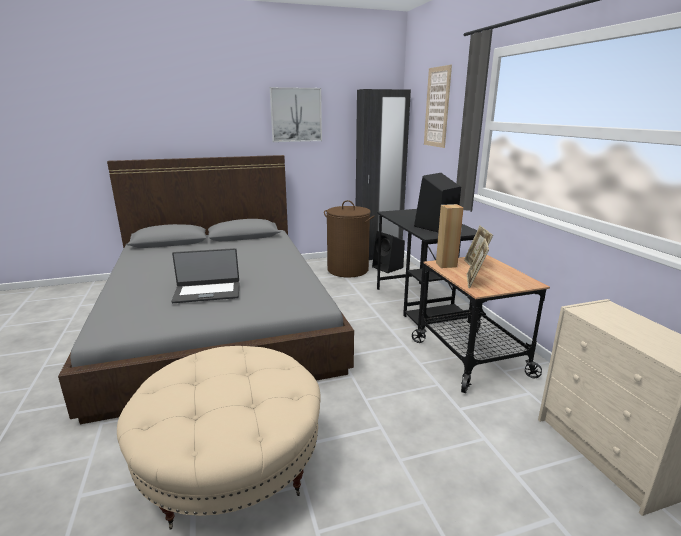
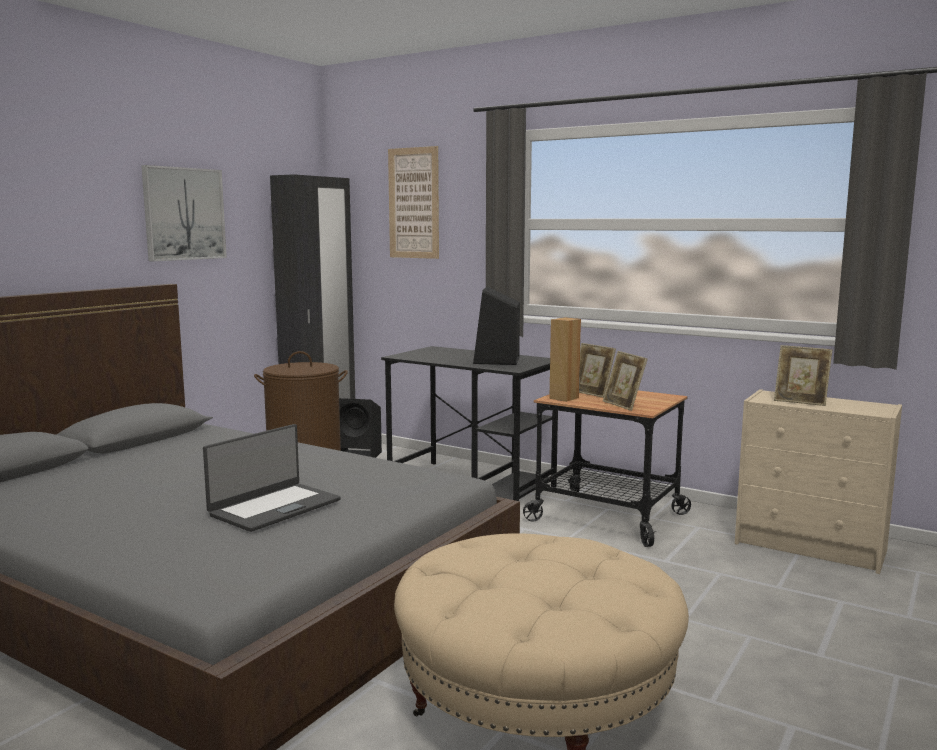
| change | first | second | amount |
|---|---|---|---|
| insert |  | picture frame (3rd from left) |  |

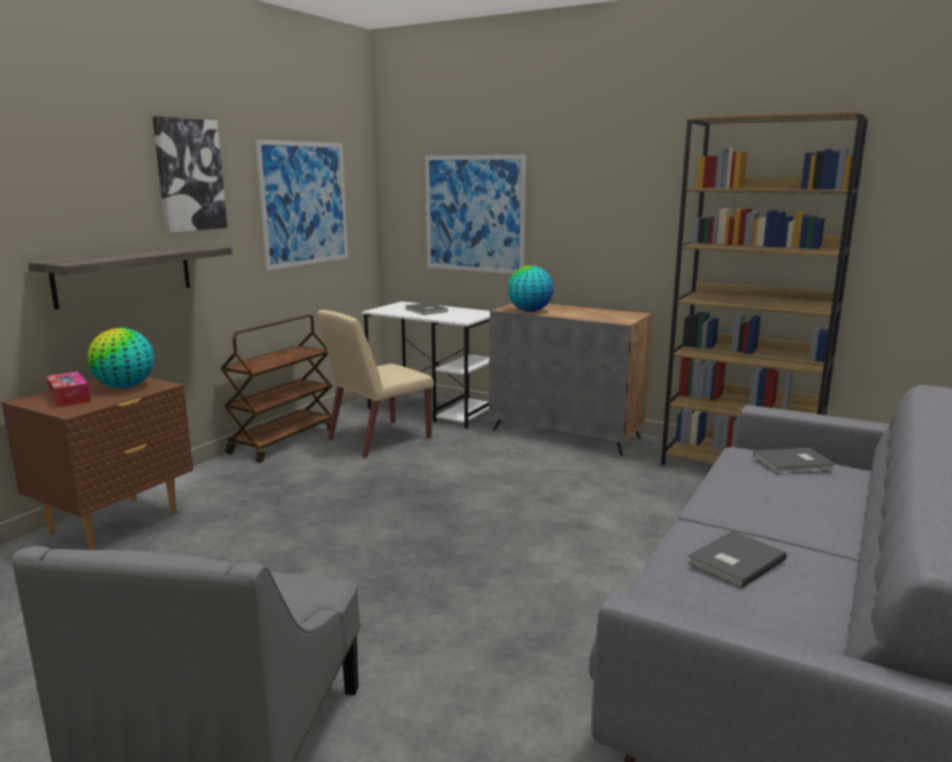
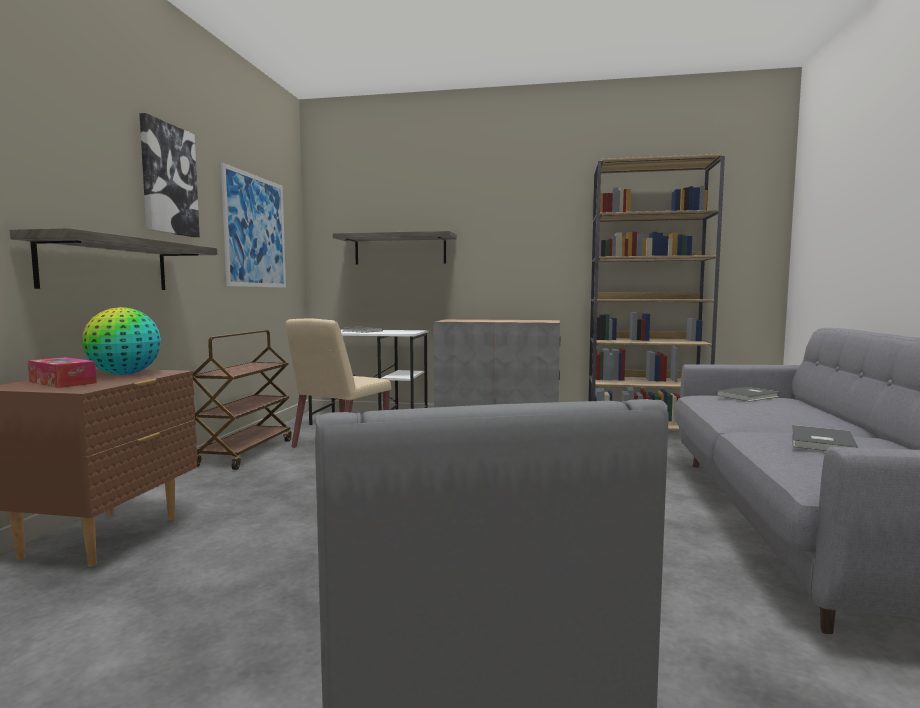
| change | first | second | amount |
|---|---|---|---|
| replace | picture (3rd from left) | shelf (2nd from left) |  |
| delete | globe (2nd from left) |  |  |

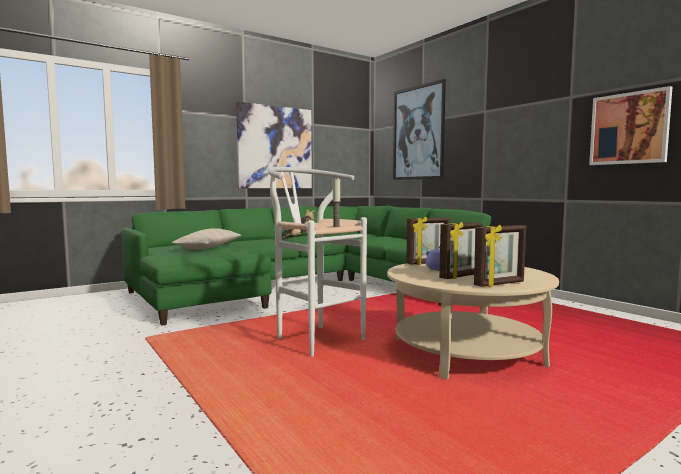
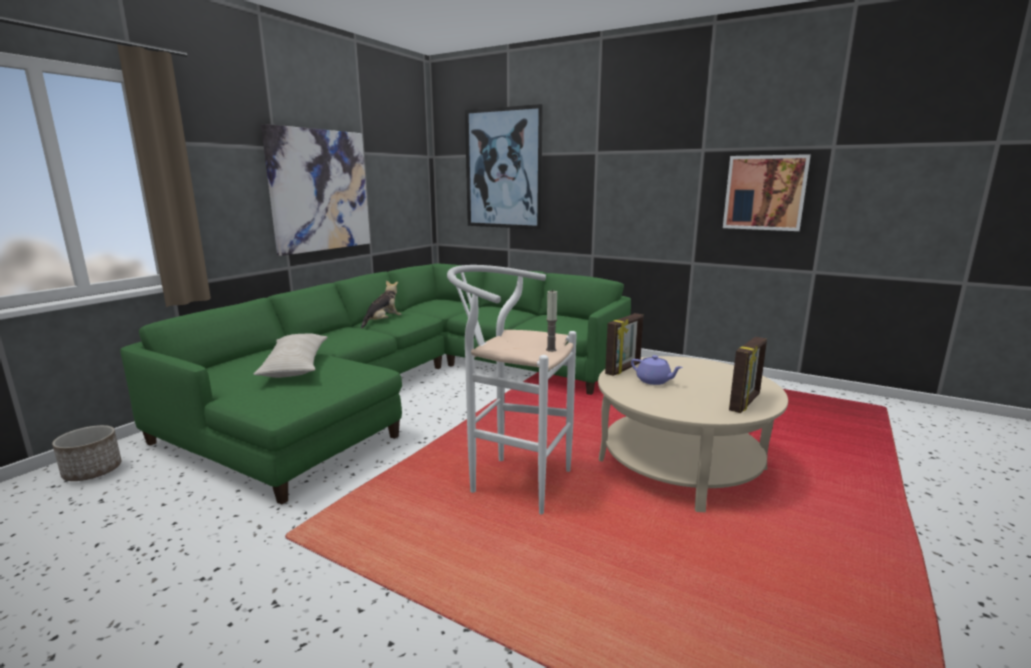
| change | first | second | amount |
|---|---|---|---|
| insert |  | planter |  |
| delete | picture frame (2nd from left) |  |  |

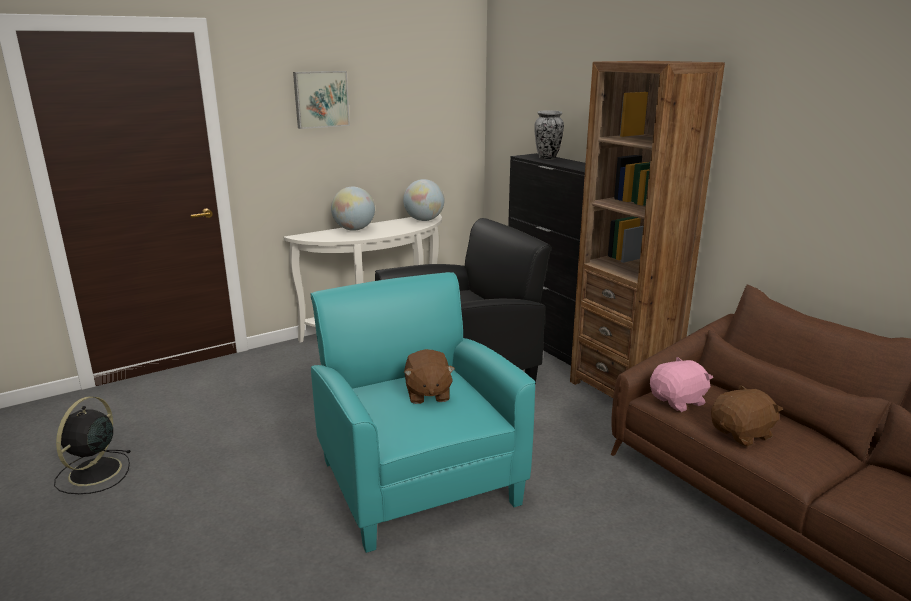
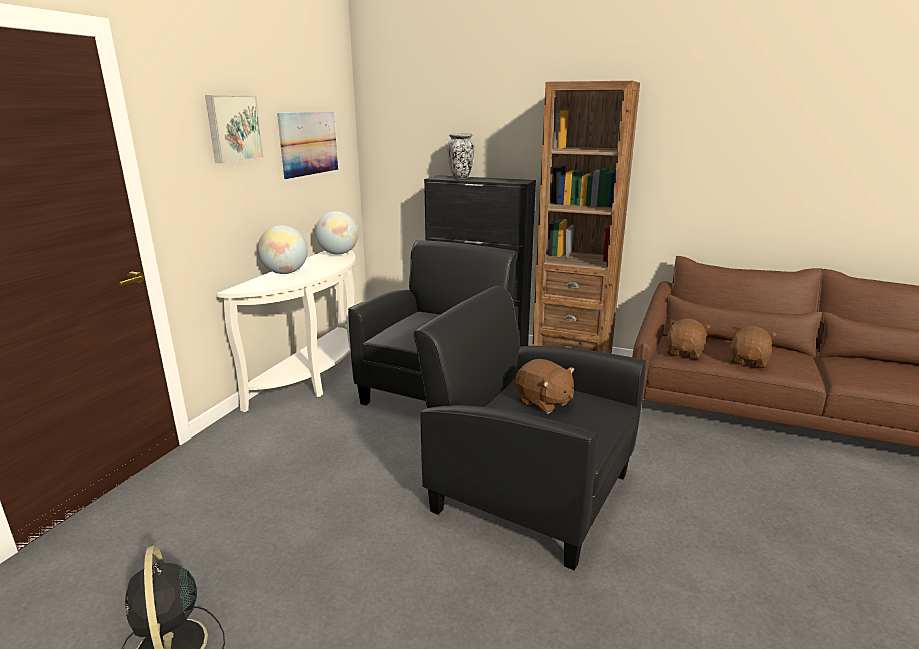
| change | first | second | amount |
|---|---|---|---|
| insert |  | picture (2nd from left) |  |
| recolor | turquoise armchair | black armchair (2nd from left) |  |
| recolor | pink plush toy | brown plush toy (2nd from left) |  |

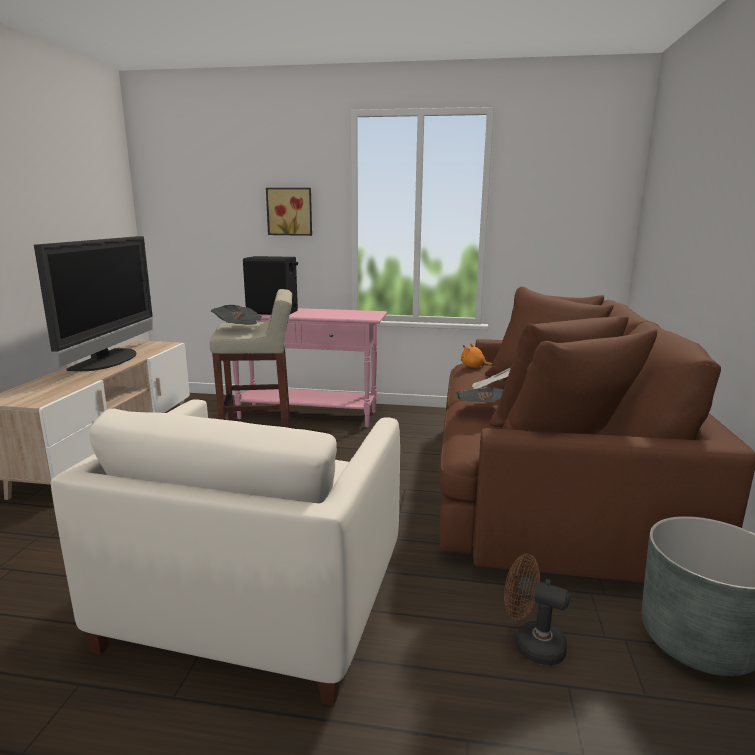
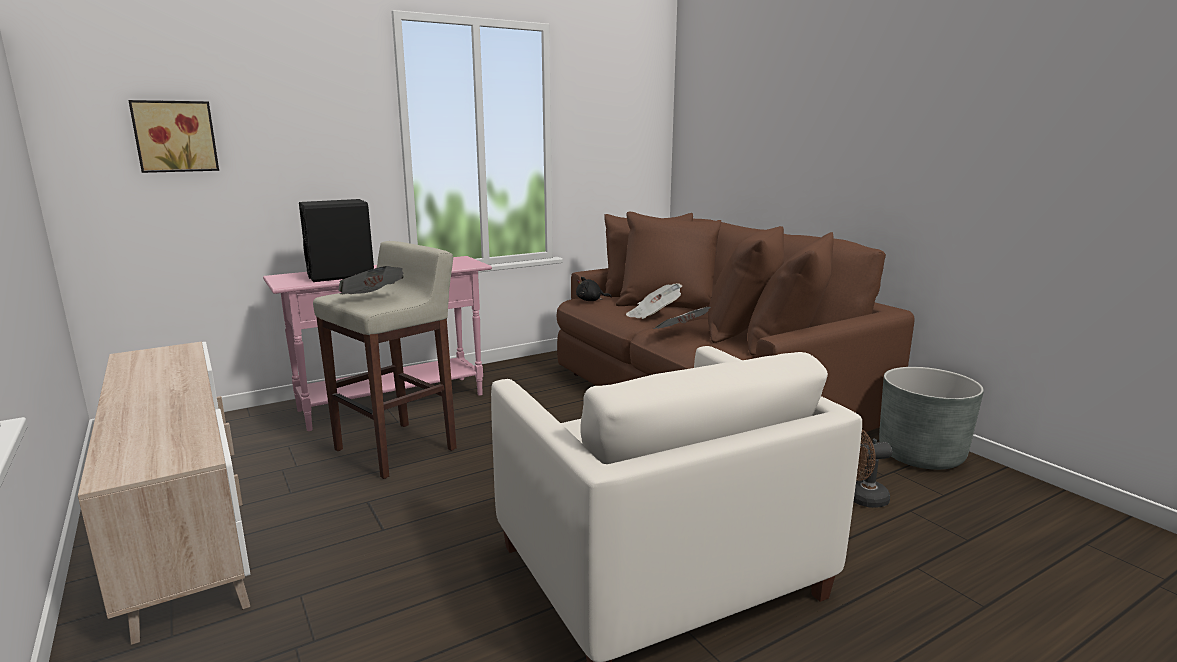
| change | first | second | amount |
|---|---|---|---|
| move | picture |  |  |
| recolor | orange plush toy | black plush toy |  |
| delete | television |  |  |

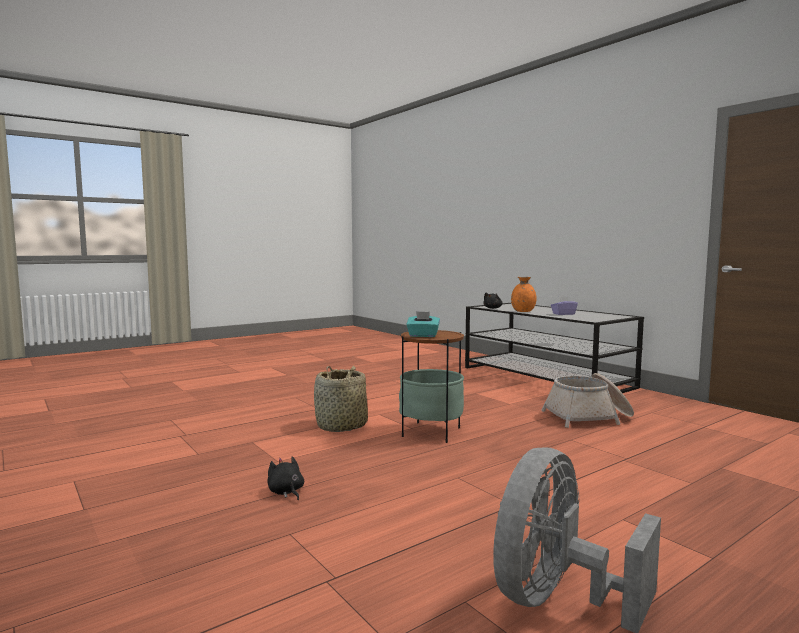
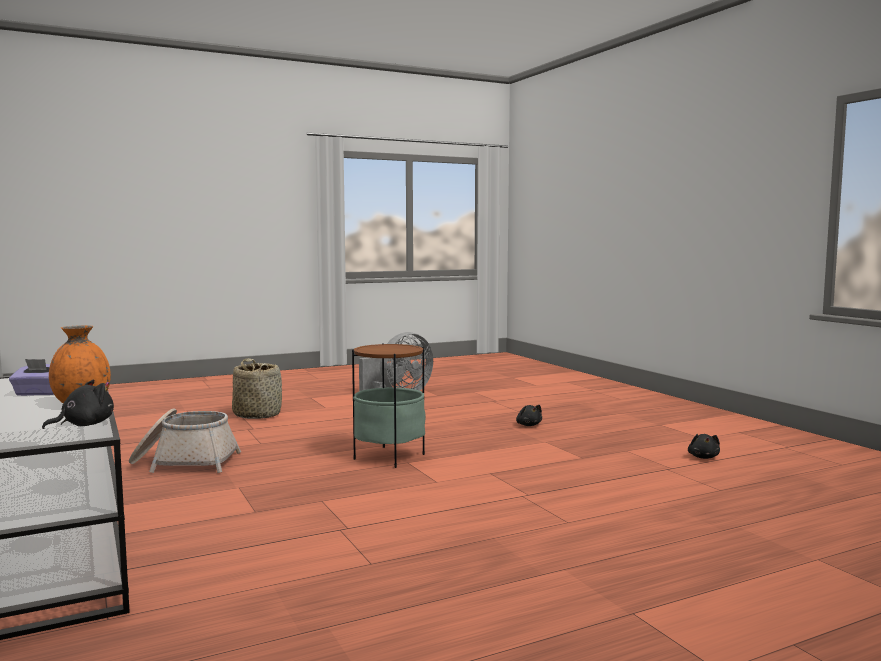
| change | first | second | amount |
|---|---|---|---|
| move | basket (1st from left in the first image) | basket (2nd from left) |  |
| insert |  | black plush toy (3rd from left) |  |
| delete | turquoise tissue box |  |  |

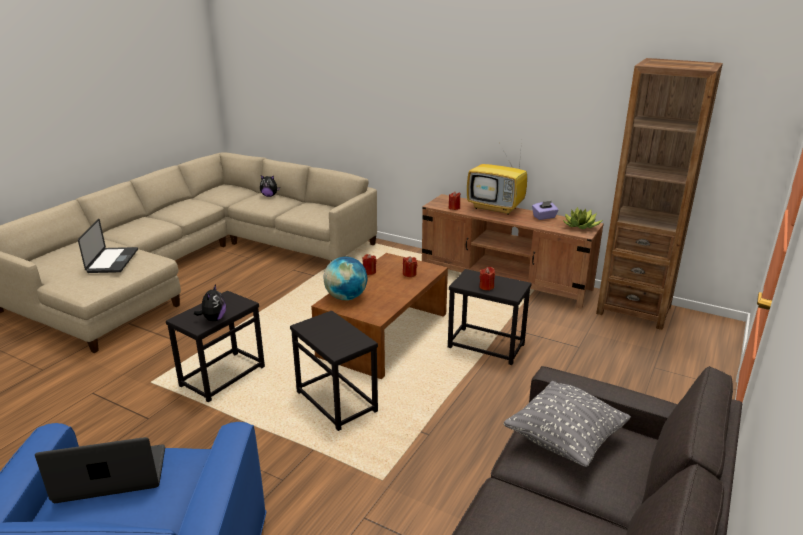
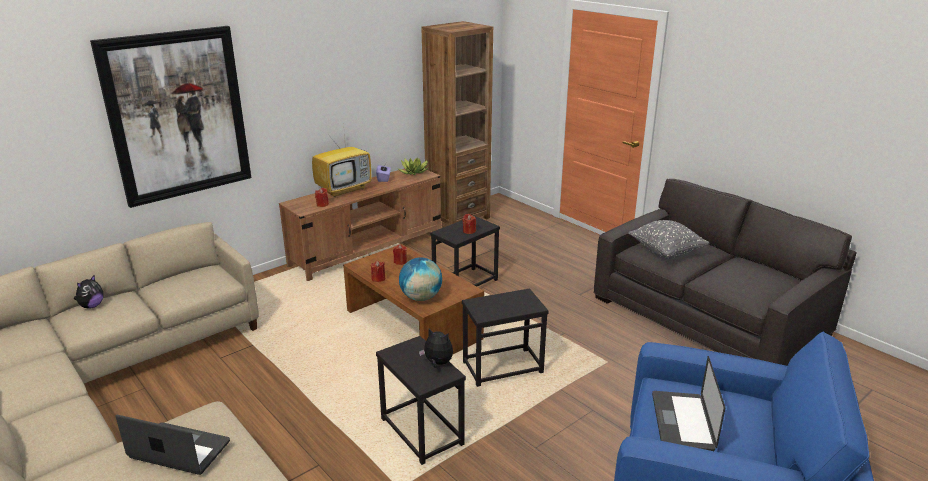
| change | first | second | amount |
|---|---|---|---|
| insert |  | picture |  |

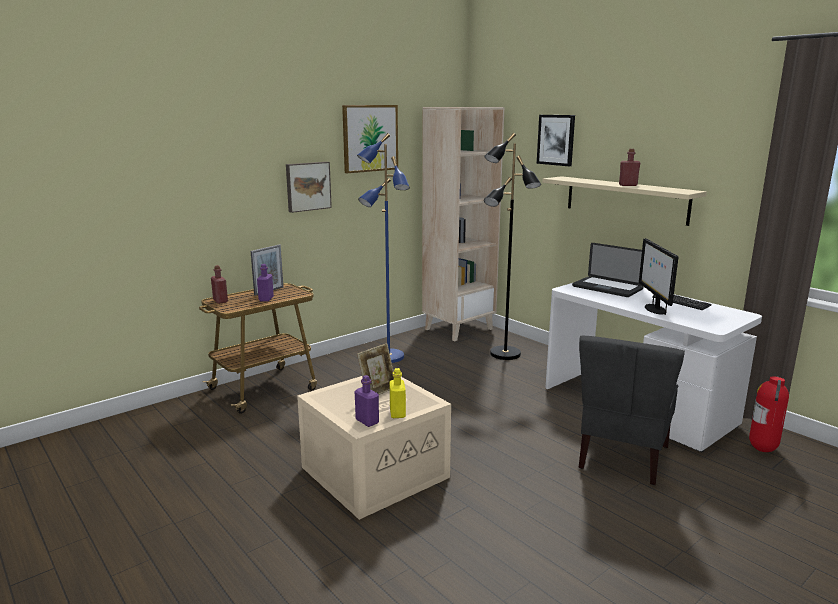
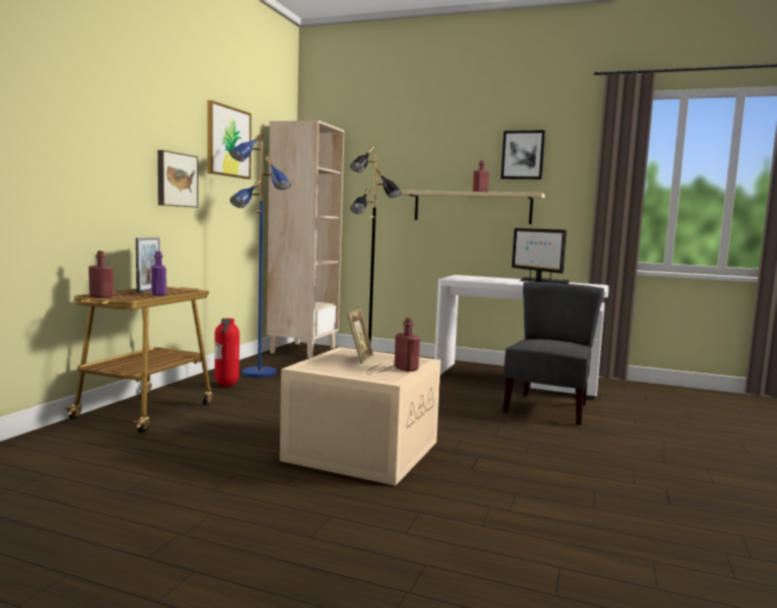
| change | first | second | amount |
|---|---|---|---|
| move | fire extinguisher |  |  |
| recolor | yellow bottle | red bottle (2nd from left) |  |
| move | picture (3rd from left) |  |  |
| rotate | grey chair |  | 150 degrees counterclockwise |
| delete | purple bottle (2nd from left) |  |  |
| delete | laptop |  |  |

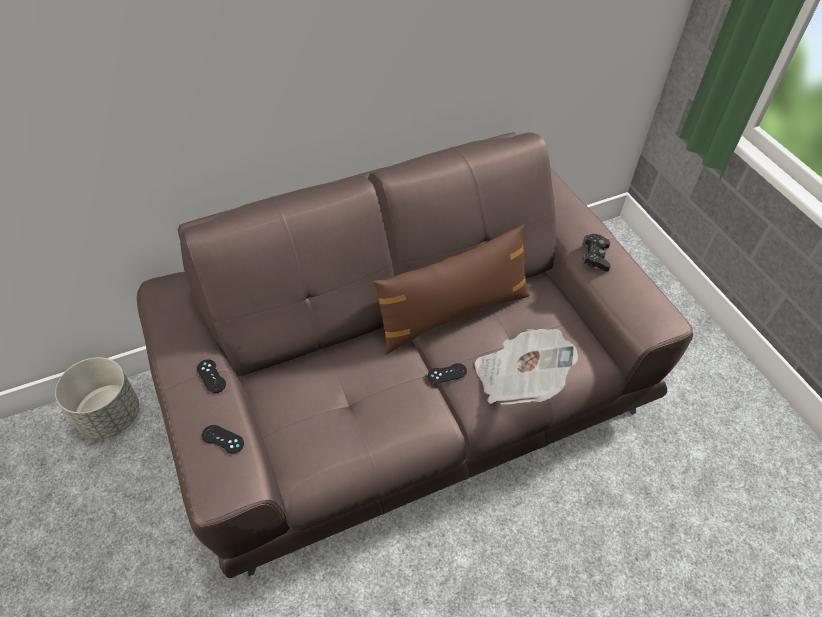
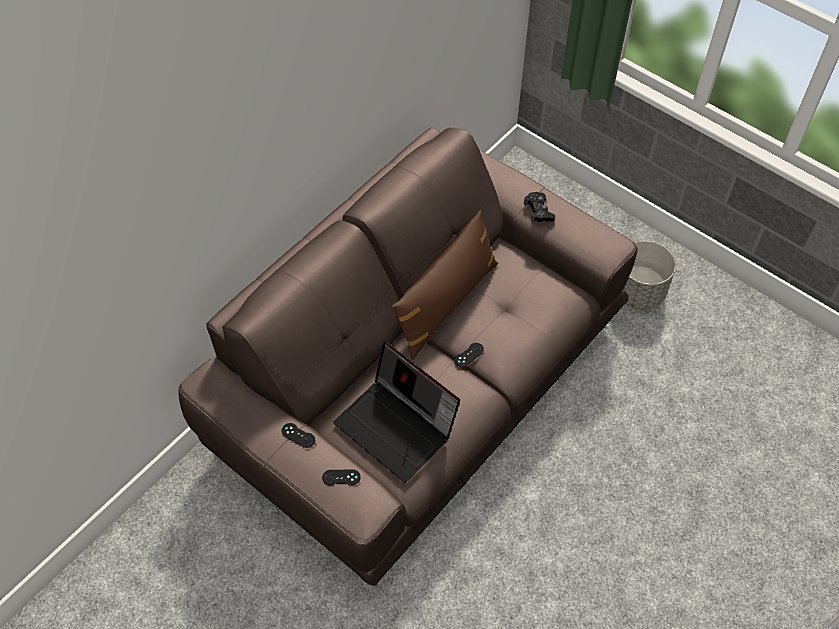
| change | first | second | amount |
|---|---|---|---|
| insert |  | laptop |  |
| move | grey planter |  |  |
| delete | newspaper |  |  |

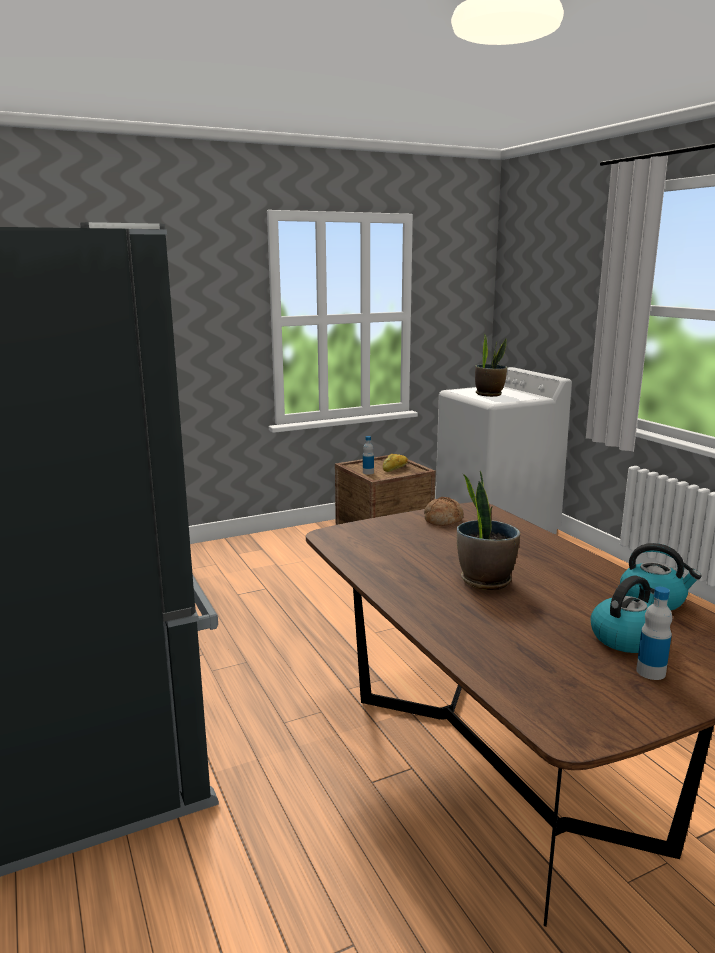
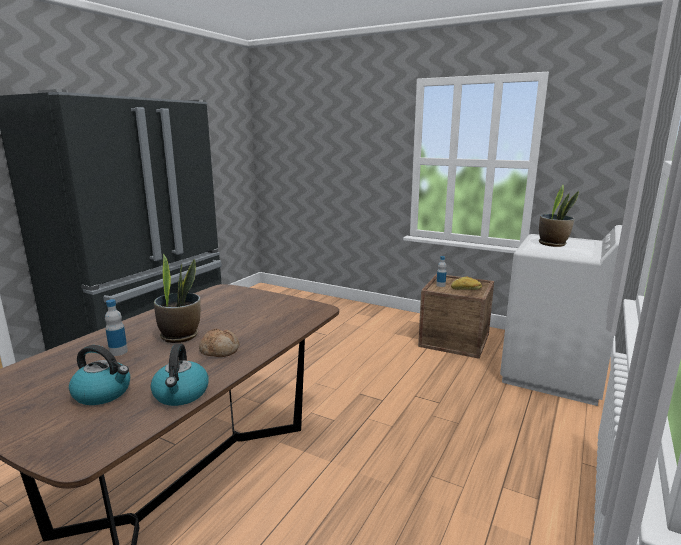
| change | first | second | amount |
|---|---|---|---|
| move | bottle (2nd from left in the first image) | bottle (1st from left) |  |
| move | bread (2nd from left in the first image) | bread (1st from left) |  |

